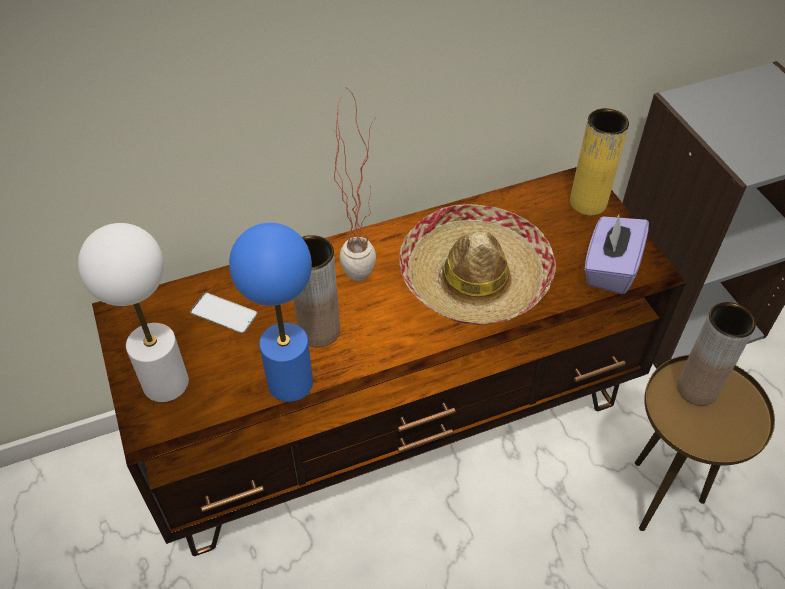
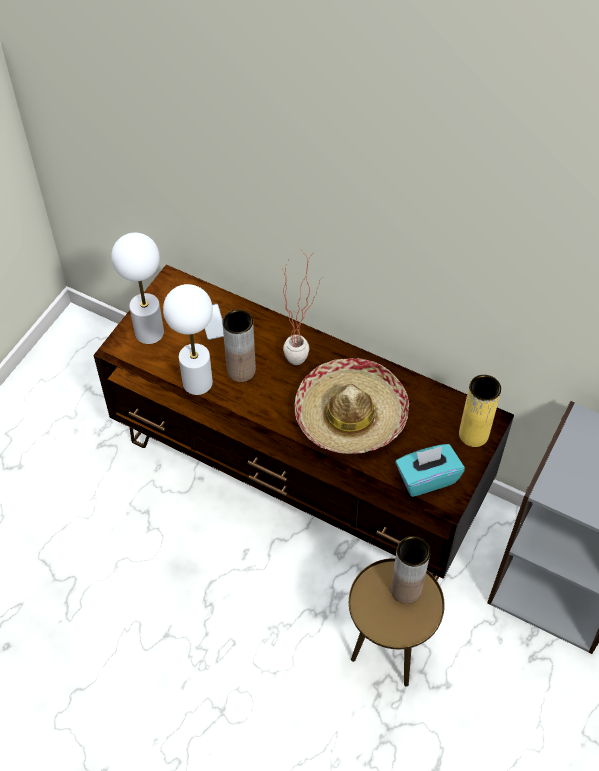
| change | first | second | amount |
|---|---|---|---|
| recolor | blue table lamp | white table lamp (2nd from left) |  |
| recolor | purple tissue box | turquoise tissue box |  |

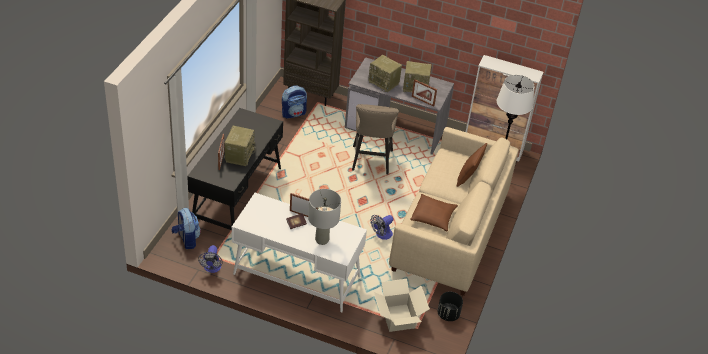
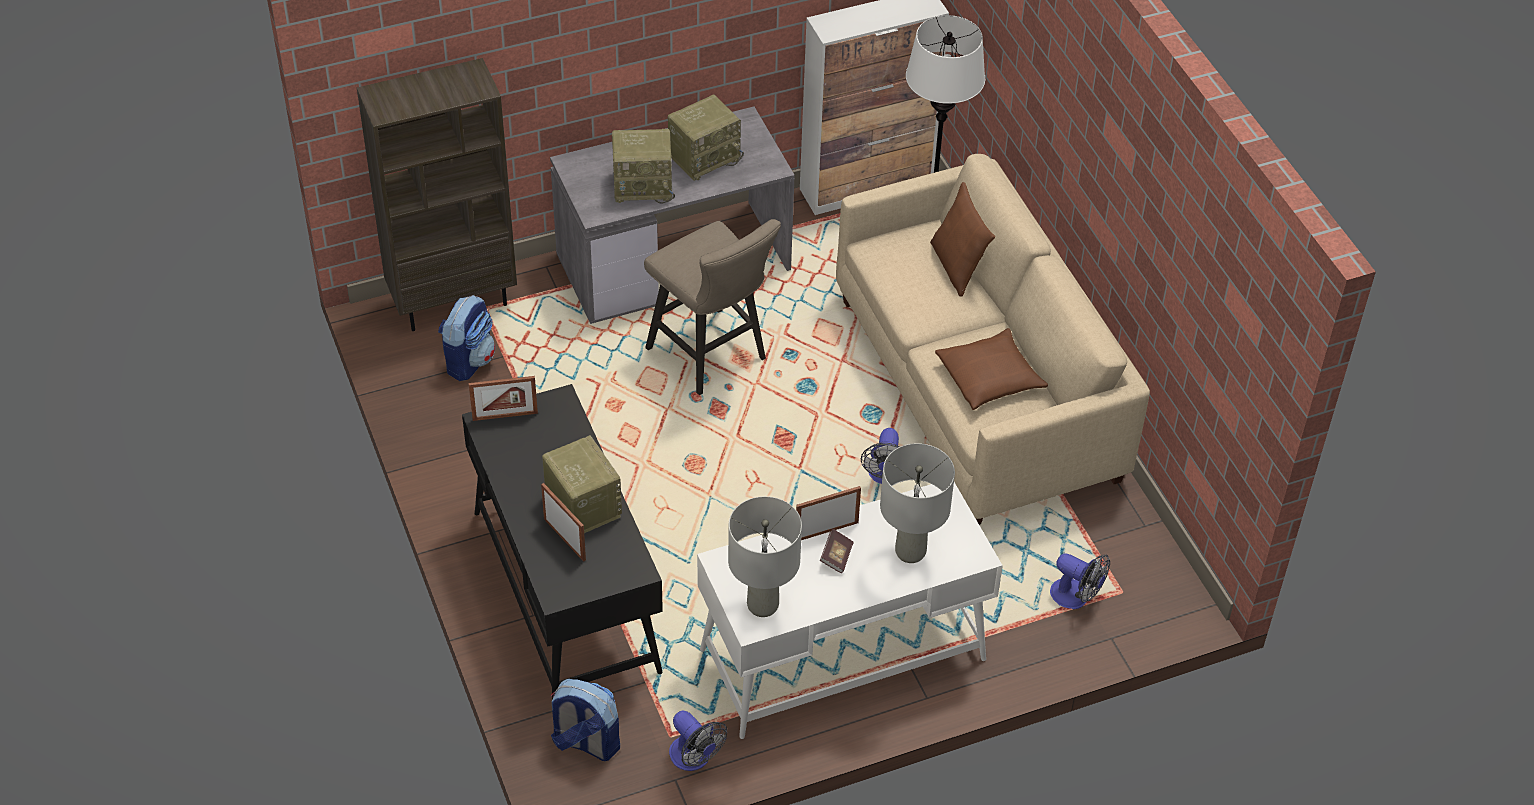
| change | first | second | amount |
|---|---|---|---|
| move | picture frame (3rd from left in the first image) | picture frame (1st from left) |  |
| insert |  | grey table lamp (1st from left) |  |
| replace | cardboard box | fan (3rd from left) |  |
| delete | black planter |  |  |

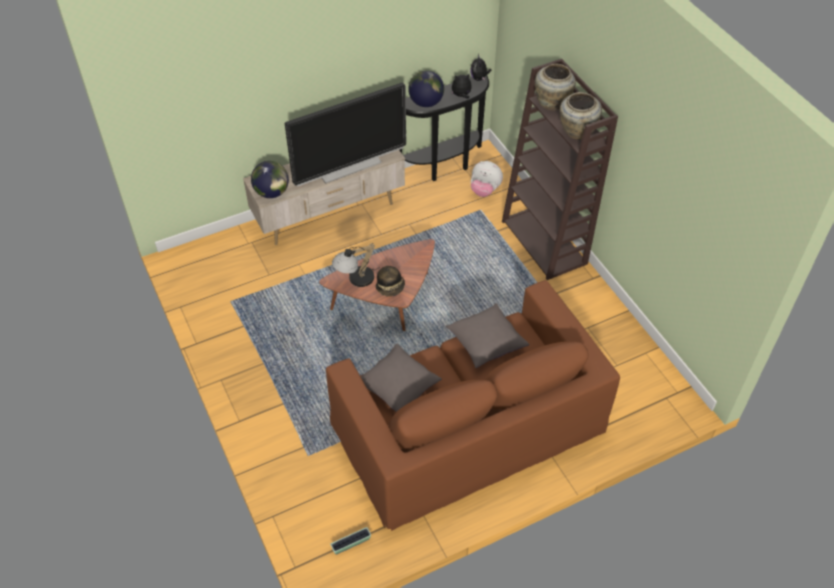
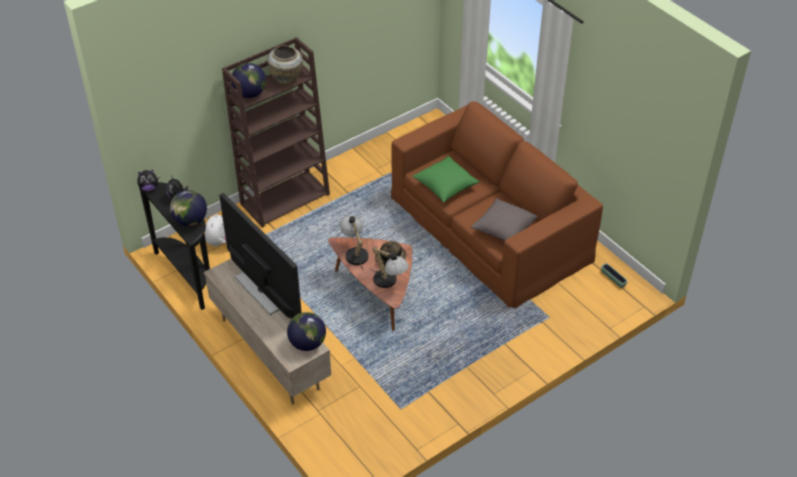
| change | first | second | amount |
|---|---|---|---|
| replace | beige vase (1st from left) | globe (2nd from left) |  |
| insert |  | table lamp (1st from left) |  |
| recolor | grey pillow (2nd from left) | green pillow |  |

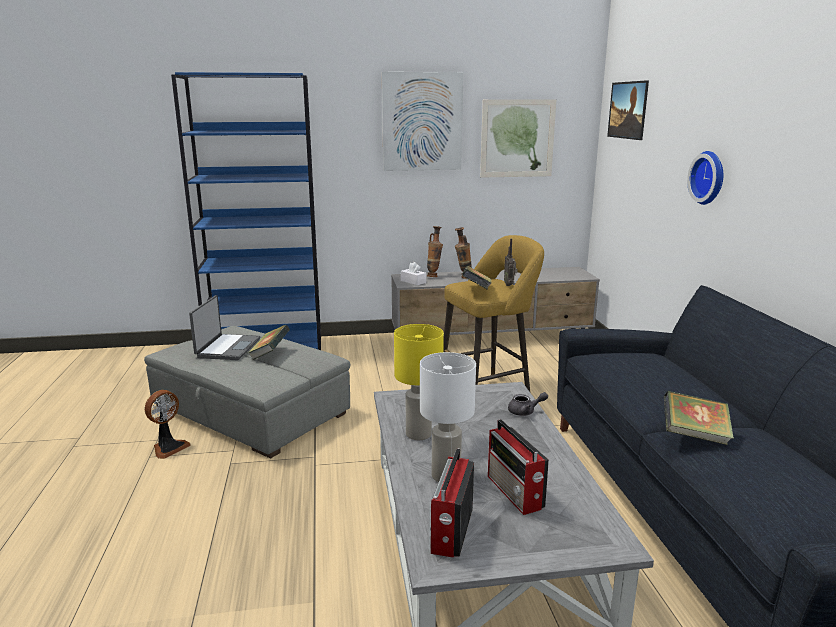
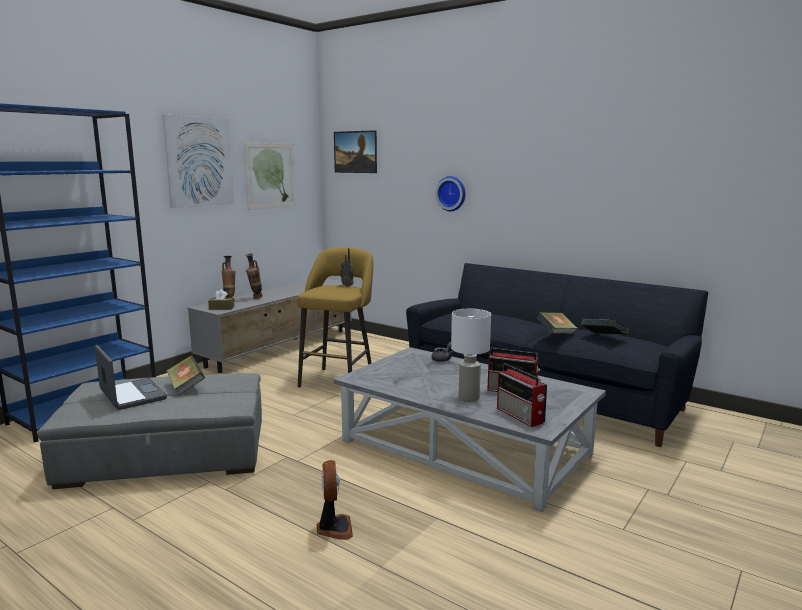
| change | first | second | amount |
|---|---|---|---|
| recolor | white tissue box | brown tissue box |  |
| move | fan |  |  |
| move | book (2nd from left in the first image) | book (3rd from left) |  |
| delete | yellow table lamp |  |  |

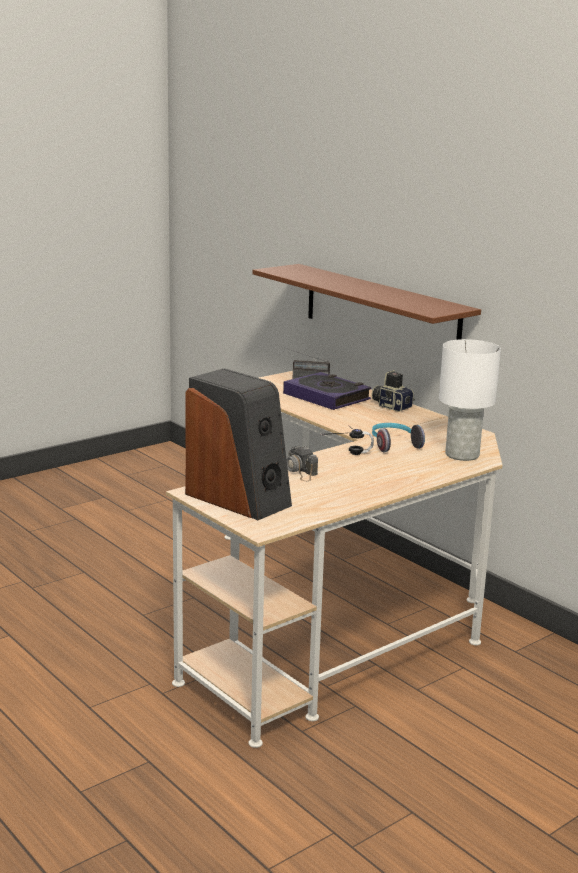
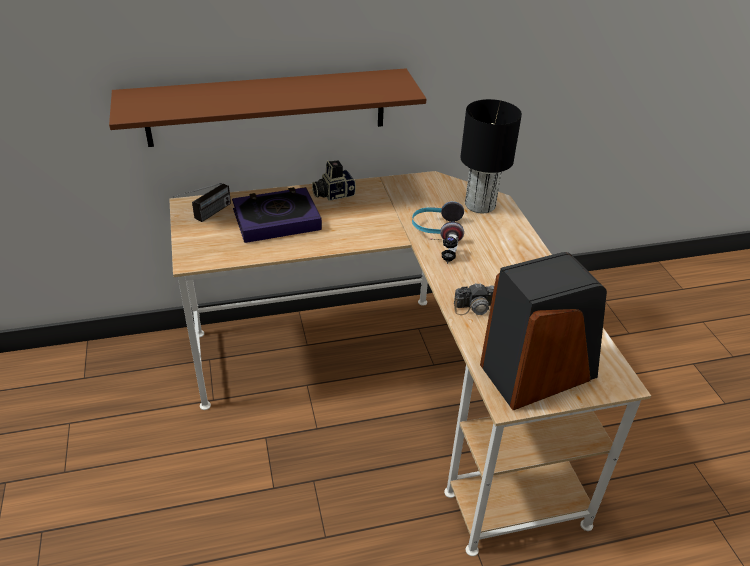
| change | first | second | amount |
|---|---|---|---|
| recolor | white table lamp | black table lamp |  |

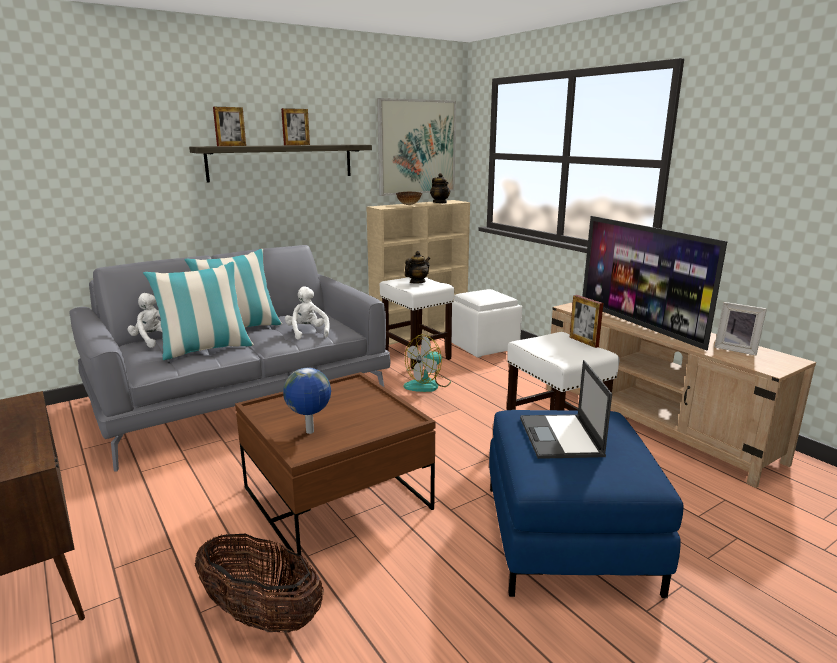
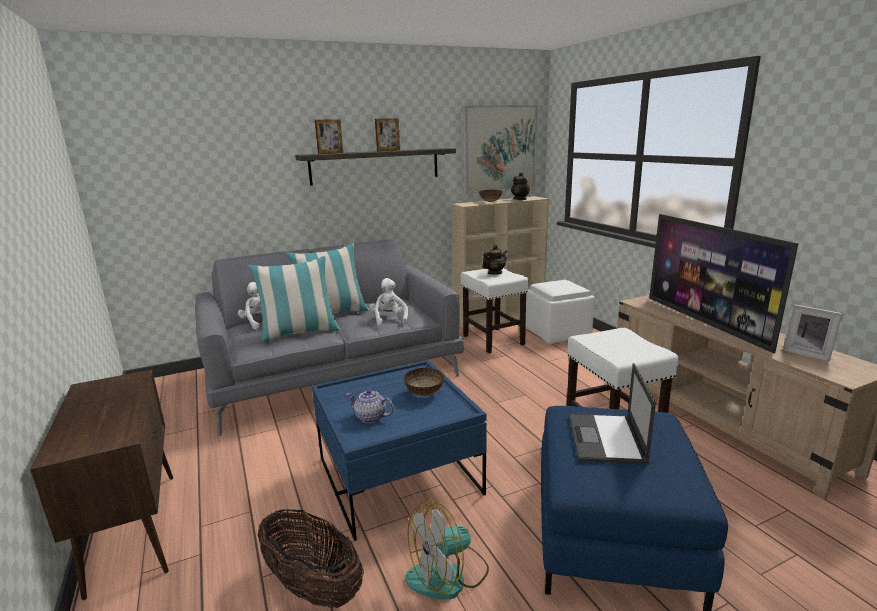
| change | first | second | amount |
|---|---|---|---|
| recolor | brown coffee table | blue coffee table |  |
| replace | globe | teapot (1st from left) |  |
| insert |  | bowl (1st from left) |  |
| move | fan |  |  |
| delete | picture frame (3rd from left) |  |  |

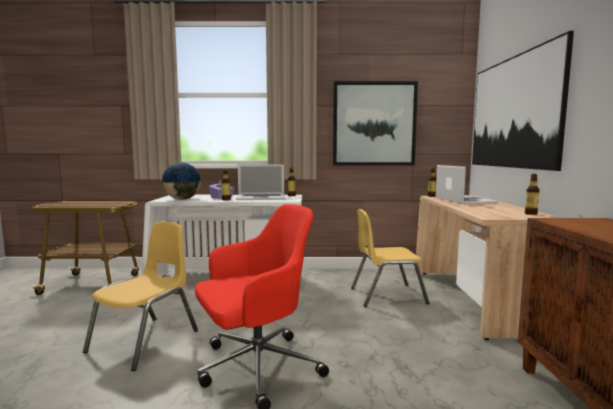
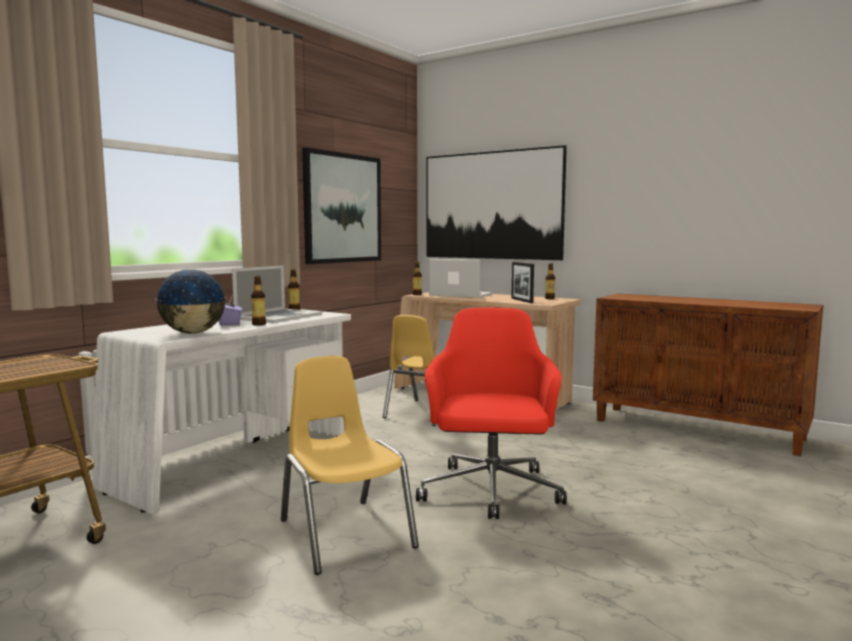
| change | first | second | amount |
|---|---|---|---|
| insert |  | picture frame |  |

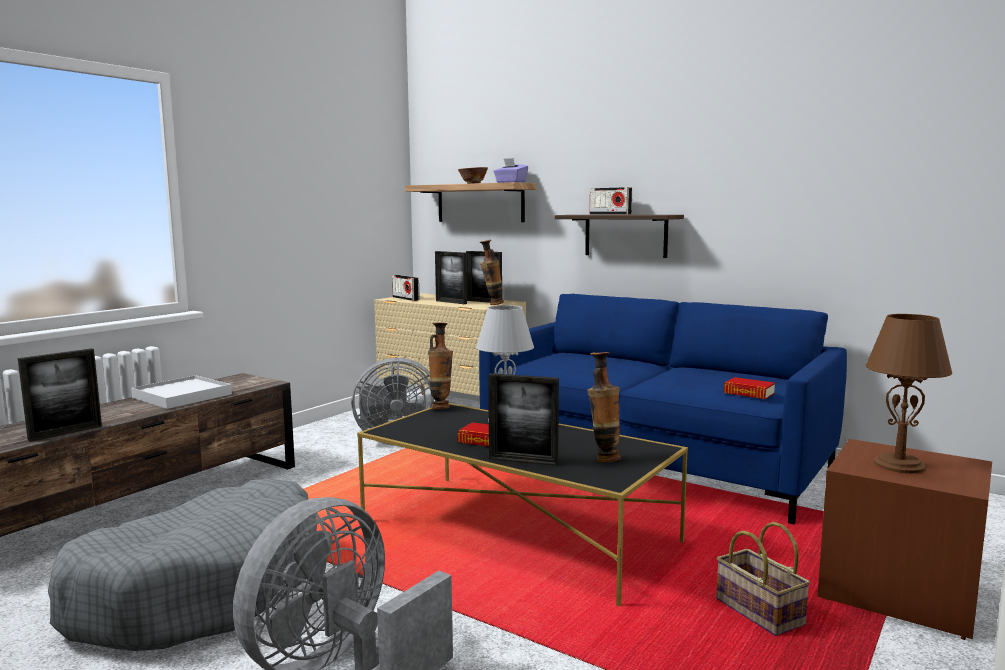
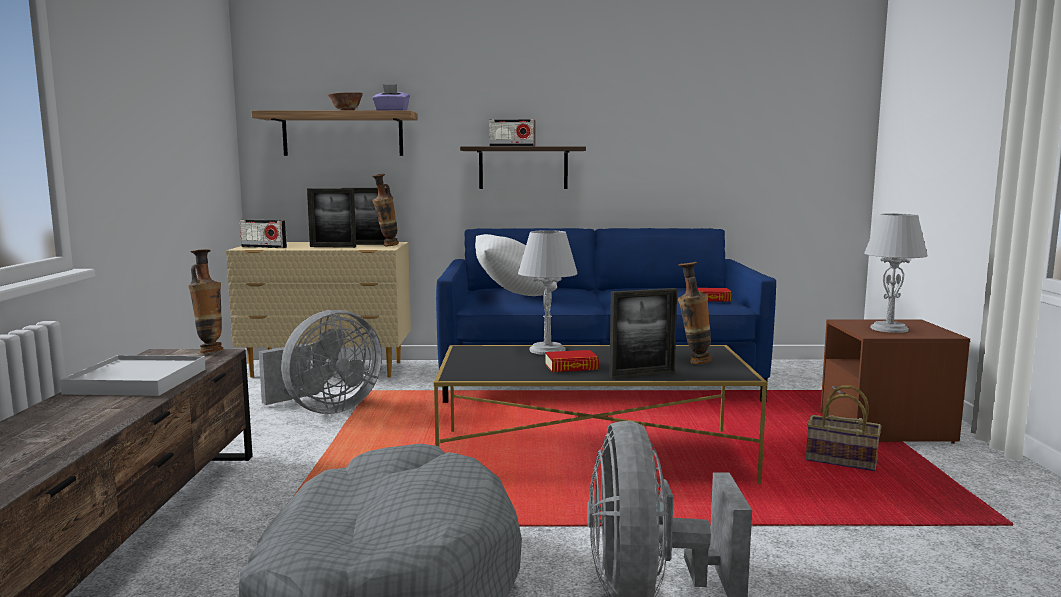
| change | first | second | amount |
|---|---|---|---|
| move | vase (1st from left) |  |  |
| insert |  | white pillow |  |
| recolor | brown table lamp | grey table lamp (2nd from left) |  |
| delete | picture frame (1st from left) |  |  |

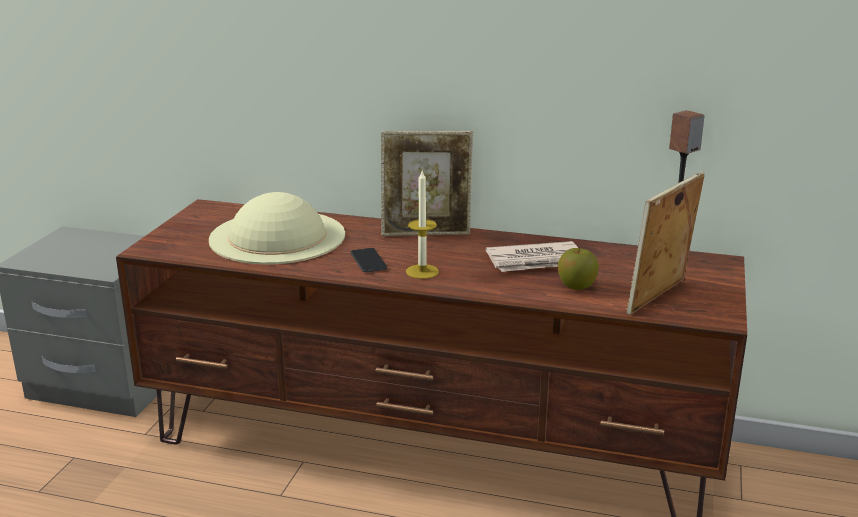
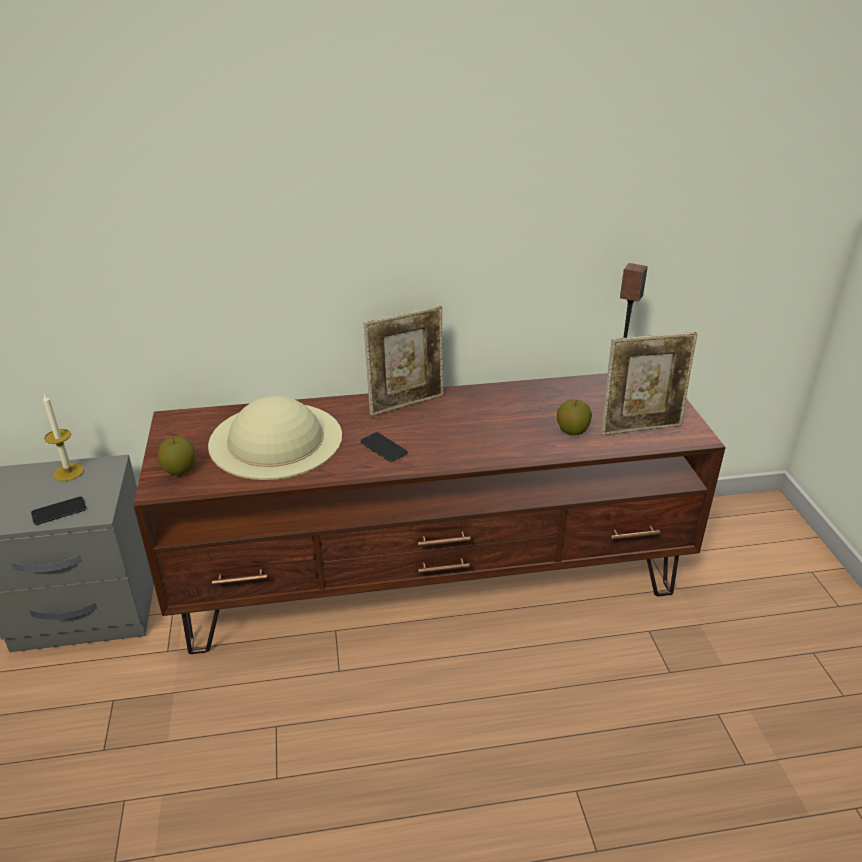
| change | first | second | amount |
|---|---|---|---|
| insert |  | phone (1st from left) |  |
| move | candle |  |  |
| insert |  | apple (1st from left) |  |
| rotate | picture frame (2nd from left) |  | 120 degrees counterclockwise |
| delete | newspaper |  |  |

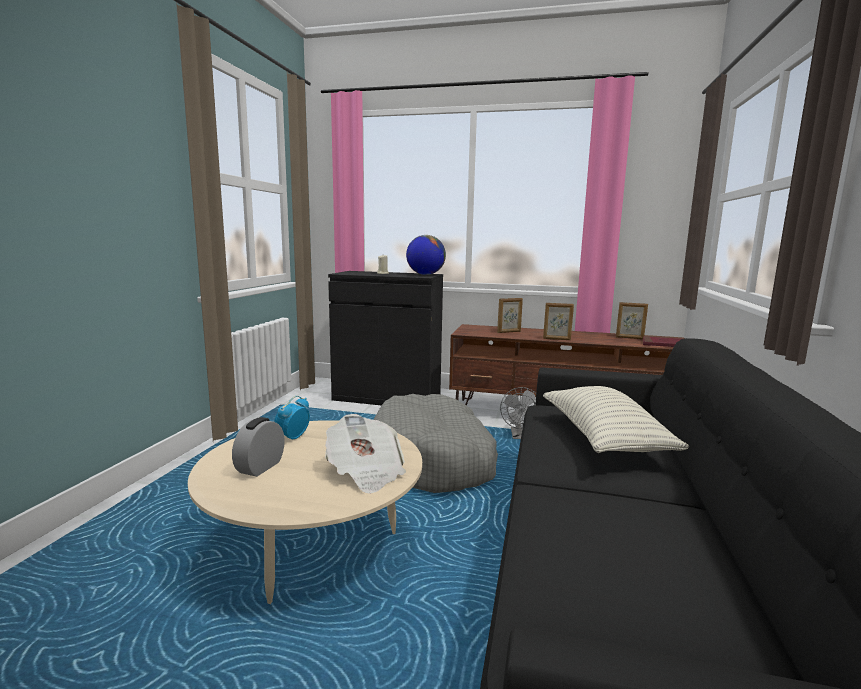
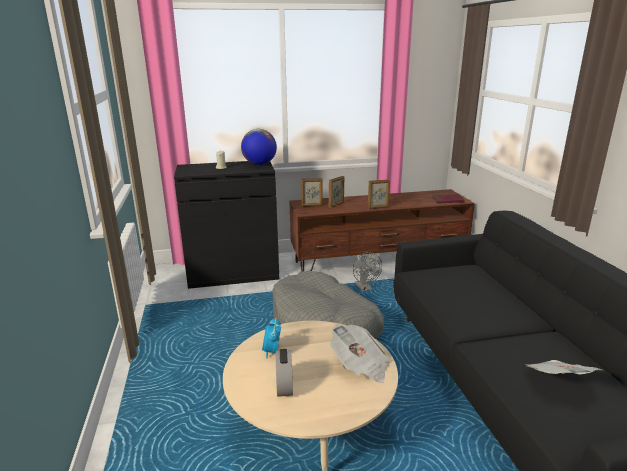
| change | first | second | amount |
|---|---|---|---|
| move | picture frame (3rd from left in the first image) | picture frame (1st from left) |  |
| insert |  | newspaper (2nd from left) |  |
| delete | pillow |  |  |

